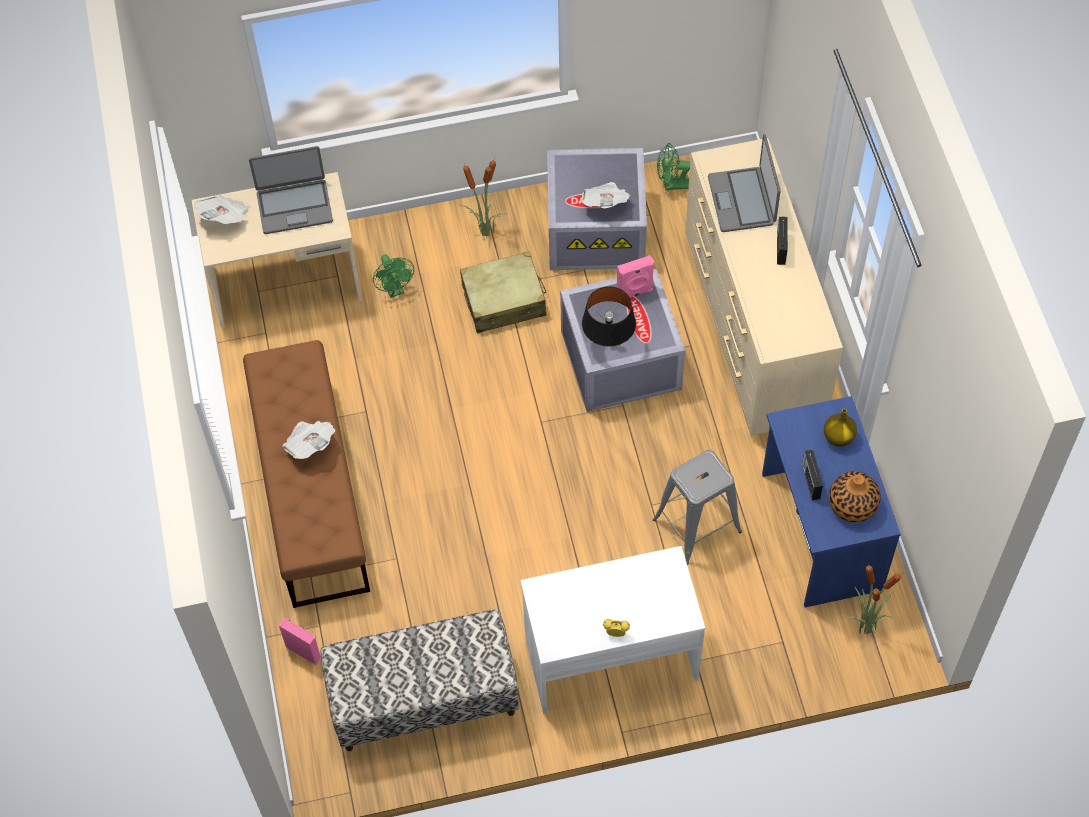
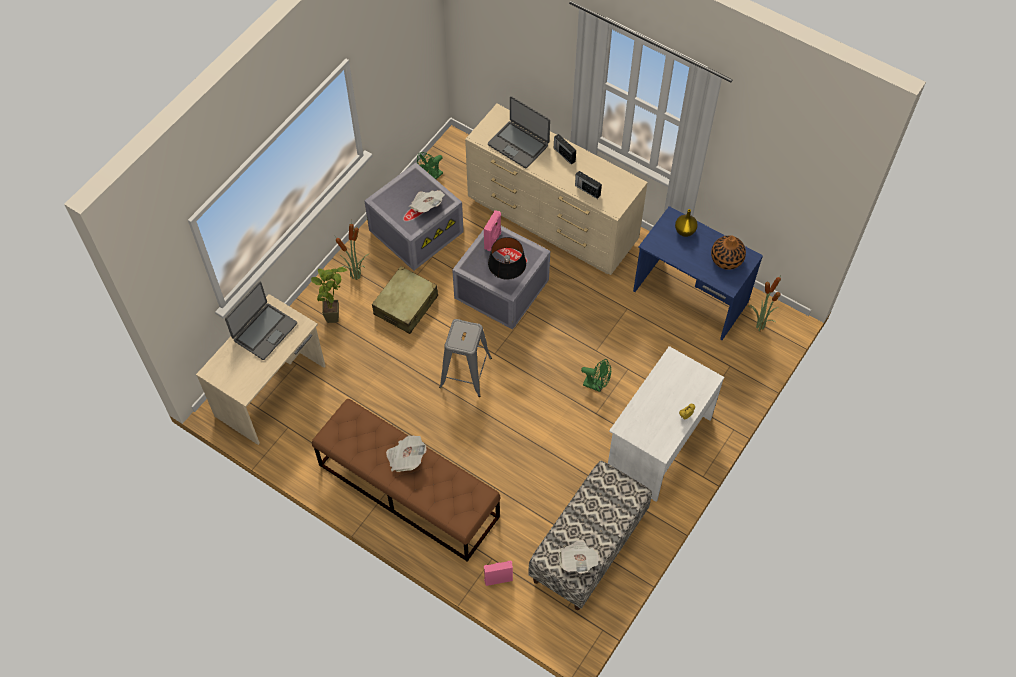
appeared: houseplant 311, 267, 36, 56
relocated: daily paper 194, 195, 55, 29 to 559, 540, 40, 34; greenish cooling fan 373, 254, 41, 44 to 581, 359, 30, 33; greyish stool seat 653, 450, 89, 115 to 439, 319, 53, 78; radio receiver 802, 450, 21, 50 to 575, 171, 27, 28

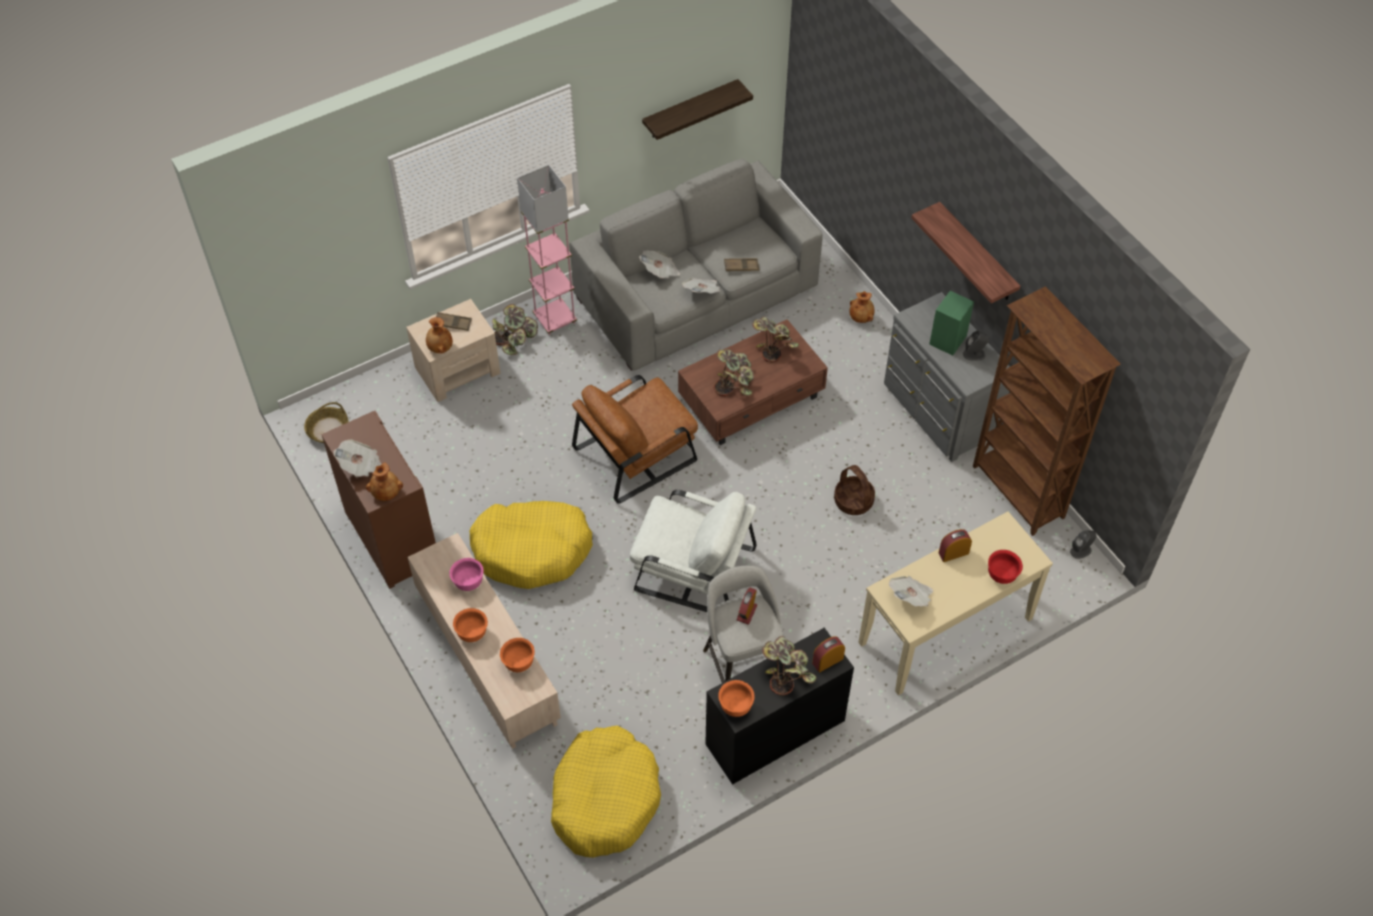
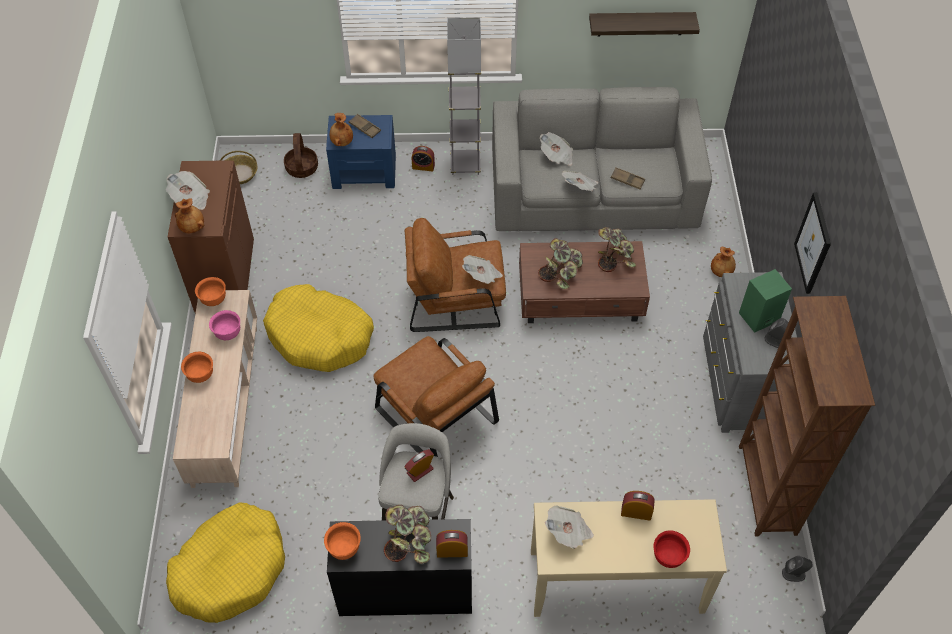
appeared: daily paper 462, 255, 41, 29
relocated: orange bowl 500, 638, 35, 34 to 195, 277, 31, 29; household basket 834, 465, 41, 50 to 284, 133, 34, 45
exchanged: houseplant 492, 304, 46, 51 to bedside clock 412, 146, 23, 26; bracket shelf 911, 202, 109, 101 to wall art 794, 192, 37, 102
colour: sand-coloured night table 406, 299, 94, 103 to blue-coloured night table 326, 115, 70, 74; pinkish standing lamp 517, 165, 60, 170 to greyish standing lamp 447, 17, 34, 158; whitish armchair 630, 490, 127, 122 to brown-coloured armchair 373, 336, 126, 121

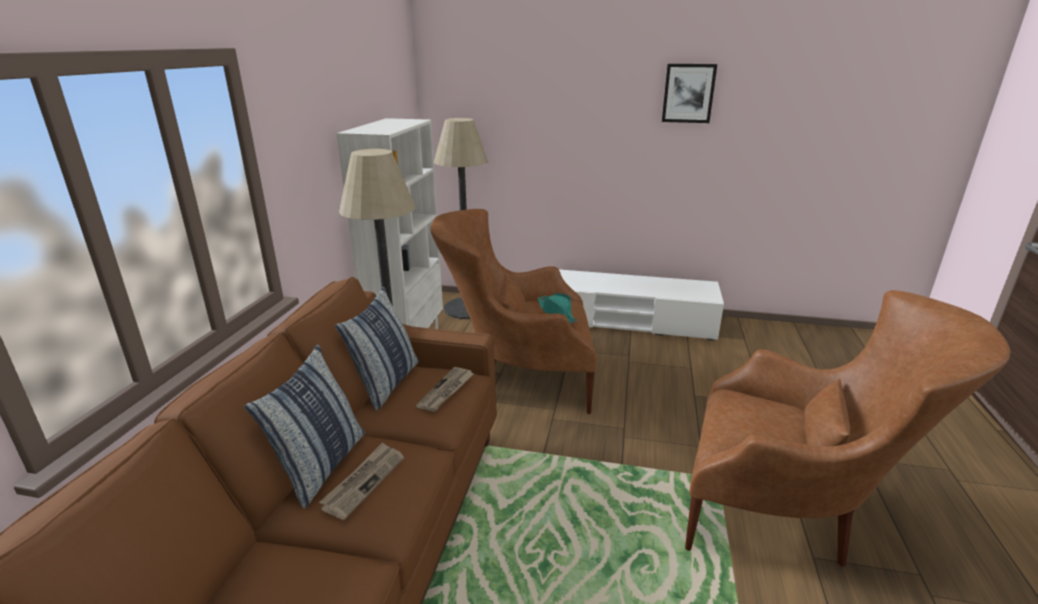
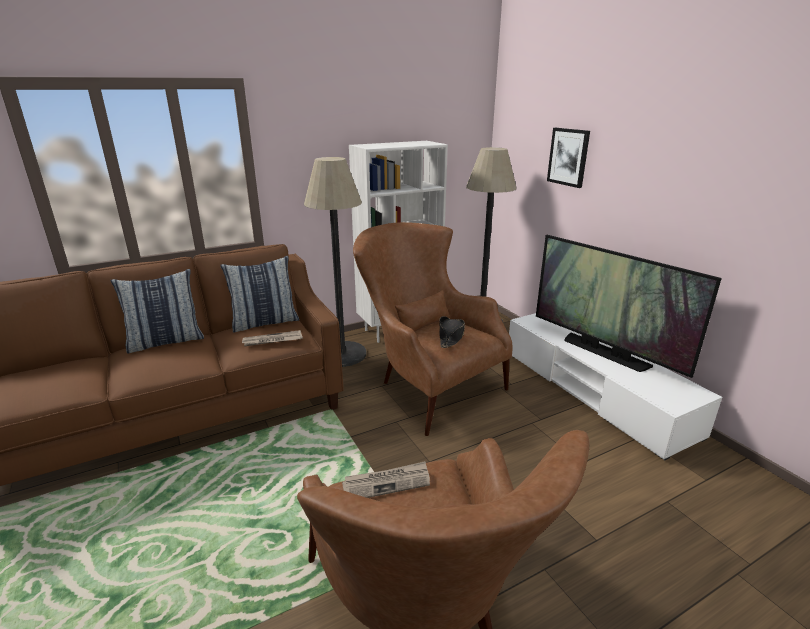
appeared: TV 536, 235, 186, 143
relocated: daily paper 319, 443, 85, 77 to 342, 461, 88, 37; wall art 662, 64, 55, 59 to 547, 128, 43, 60
colour: turquoise-coloured clothing hat 537, 293, 41, 30 to black-coloured clothing hat 439, 316, 26, 32

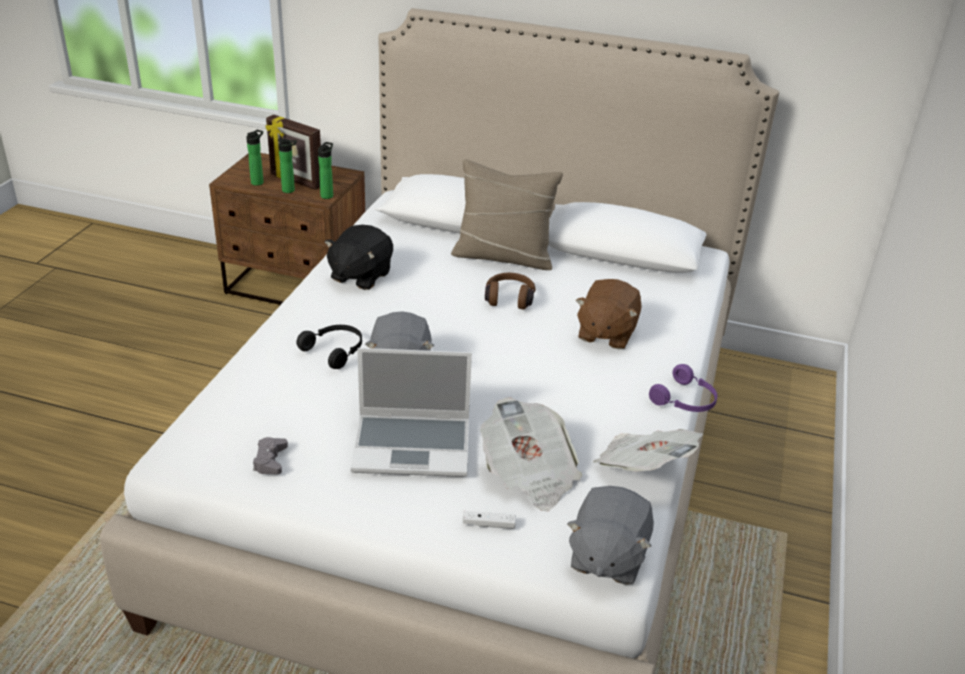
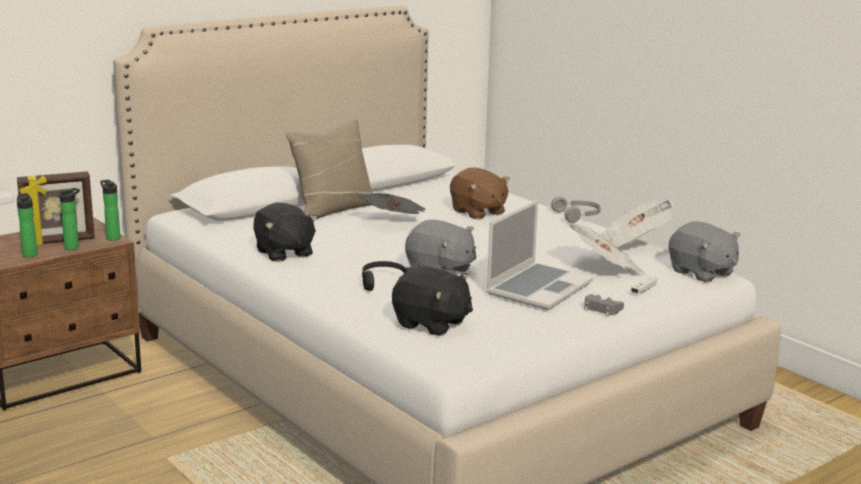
appeared: black-coloured soft toy 392, 266, 81, 70
relocated: greyish game controller 253, 437, 35, 37 to 584, 294, 40, 22
exchanged: brown-coloured headphones 485, 273, 51, 36 to daily paper 356, 193, 70, 21
colour: purplish headphones 649, 364, 68, 48 to greyish headphones 551, 196, 50, 27

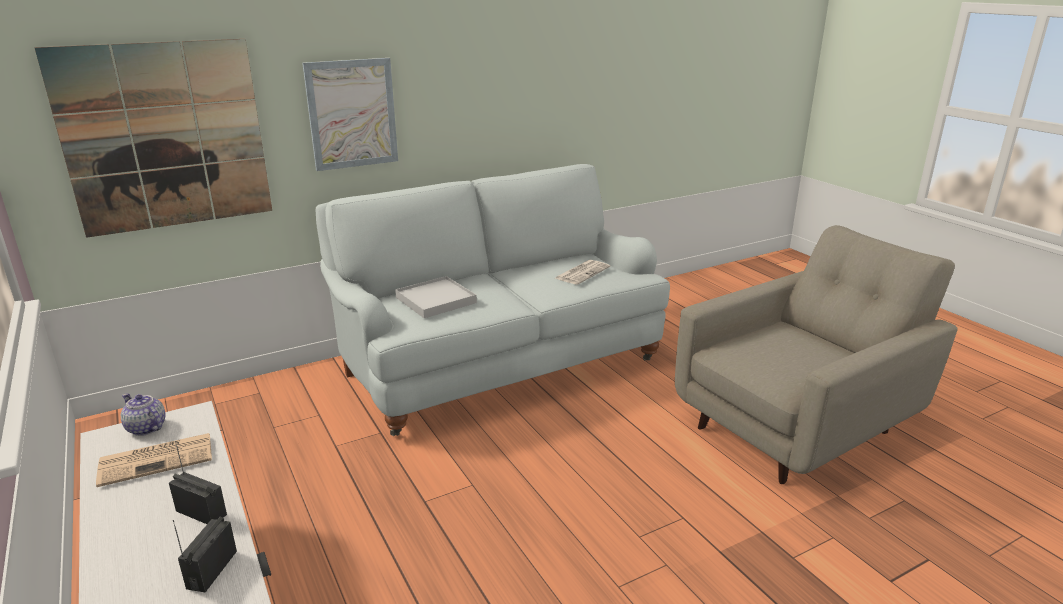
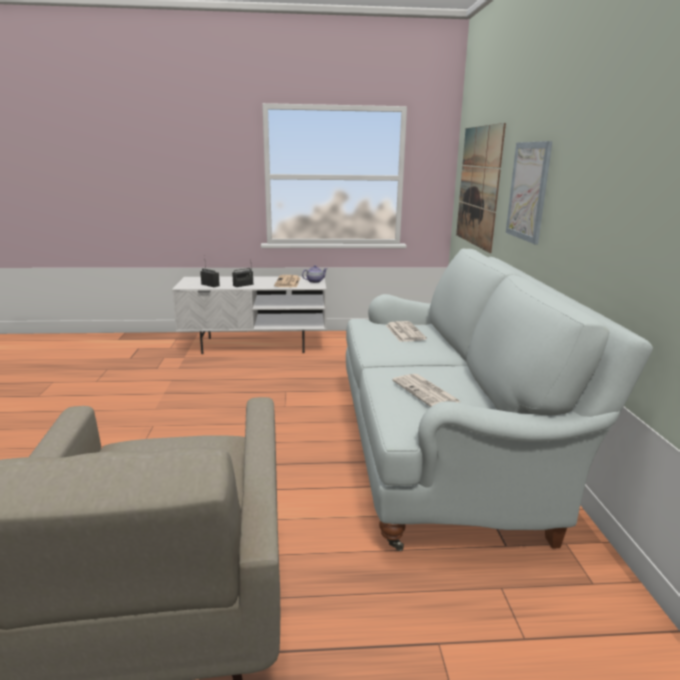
exchanged: whitish tray 395, 276, 82, 42 to daily paper 386, 321, 41, 21

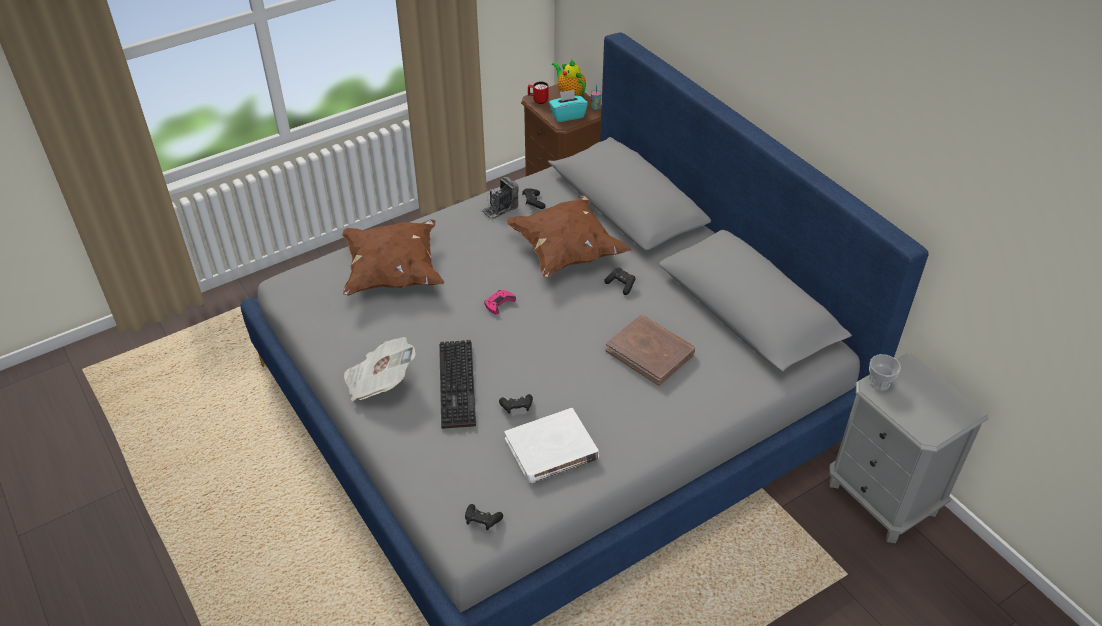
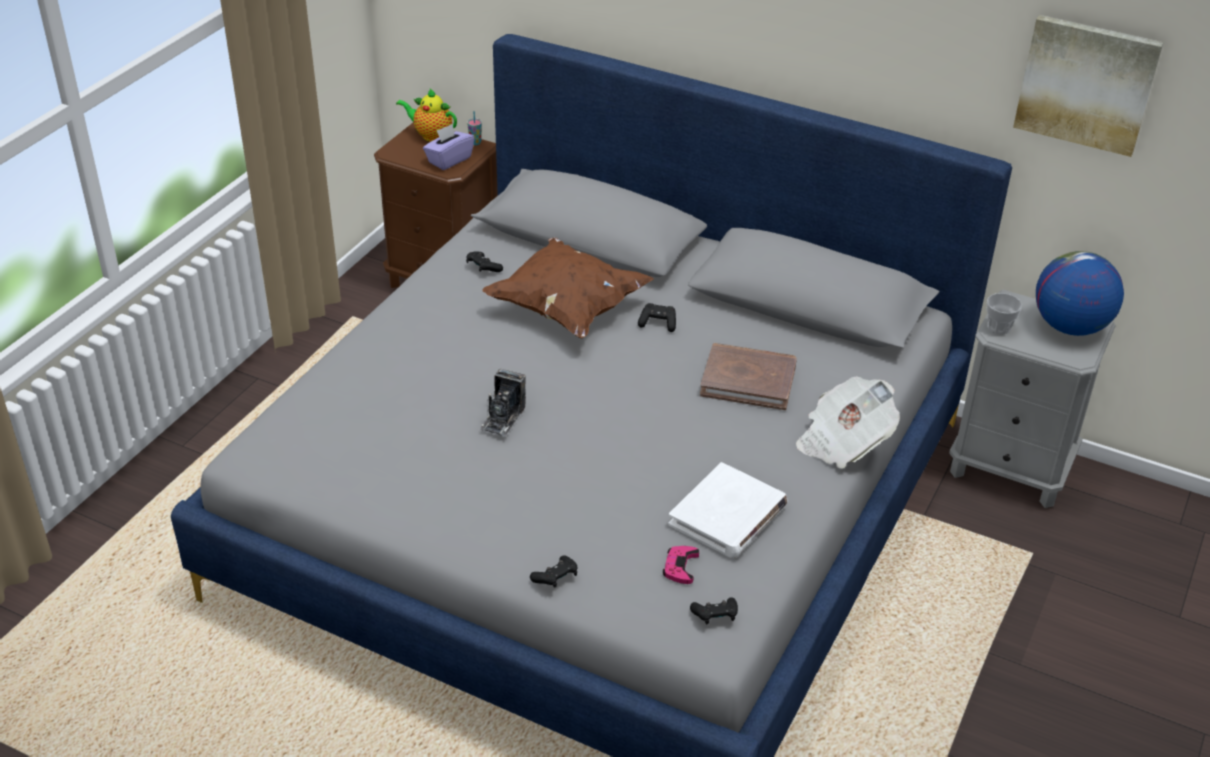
missing: brown-coloured cushion 342, 219, 102, 76; computer keyboard 439, 340, 37, 89; reddish mug 528, 82, 21, 22
appeared: wall art 1013, 15, 151, 142; globe 1036, 251, 88, 85
relocated: daily paper 344, 337, 71, 64 to 796, 376, 104, 93; still camera 481, 177, 38, 43 to 479, 369, 47, 67; pinkish game controller 484, 290, 32, 24 to 663, 546, 36, 38; black-coloured game controller 499, 394, 34, 20 to 530, 556, 47, 31
colour: turquoise-coloured tissue box 549, 90, 39, 32 to purplish tissue box 423, 124, 52, 46

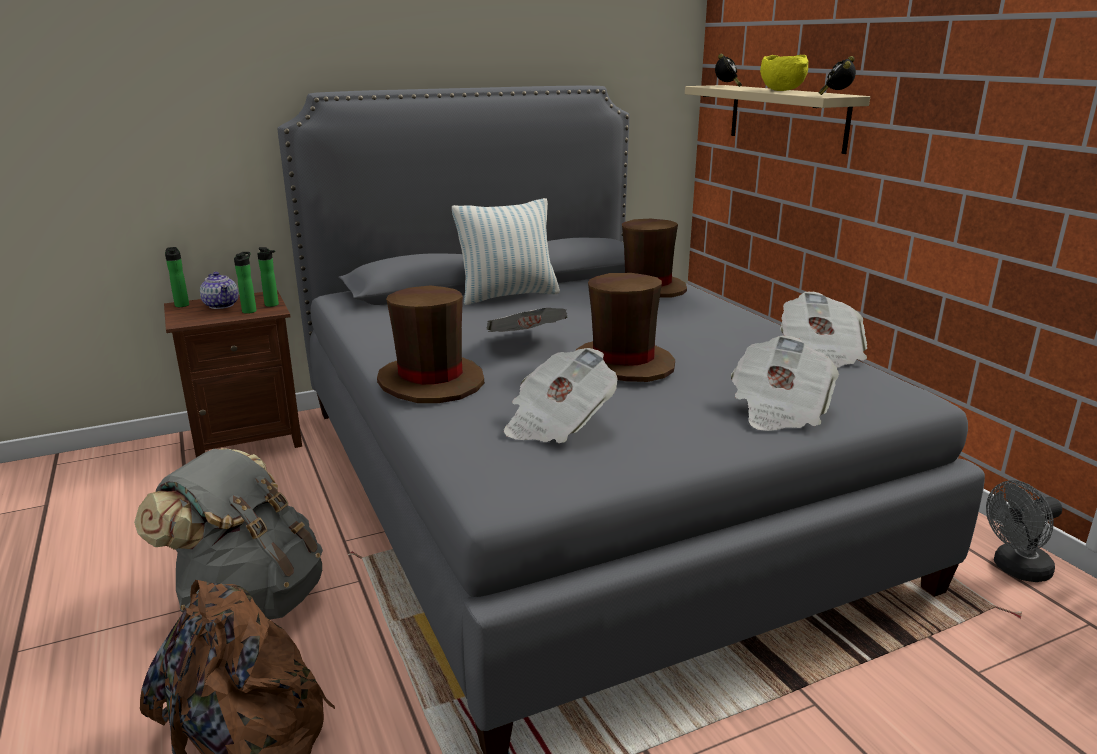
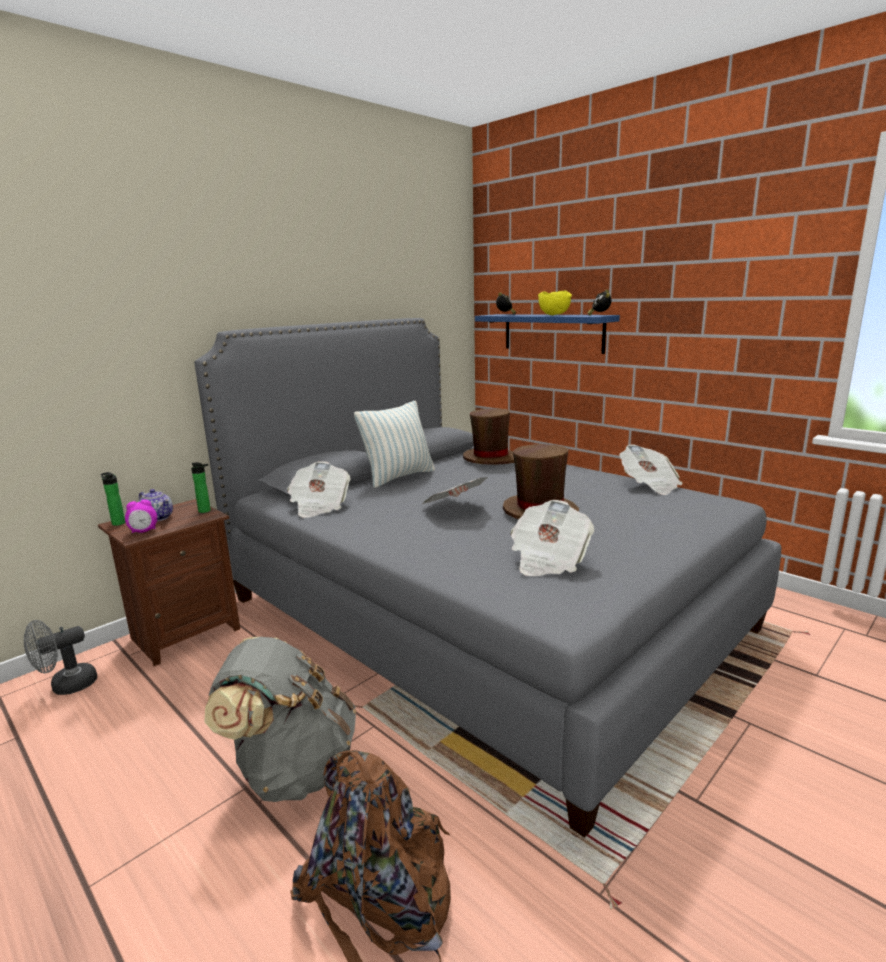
missing: drink bottle 234, 252, 23, 62; brown-coloured clothing hat 377, 285, 108, 118
appeared: bedside clock 125, 500, 32, 33
relocated: daily paper 731, 335, 108, 96 to 287, 461, 64, 57; greyish cooling fan 986, 480, 76, 102 to 24, 620, 73, 75
colour: sand-coloured bracket shelf 685, 85, 185, 69 to blue-coloured bracket shelf 475, 314, 145, 40

